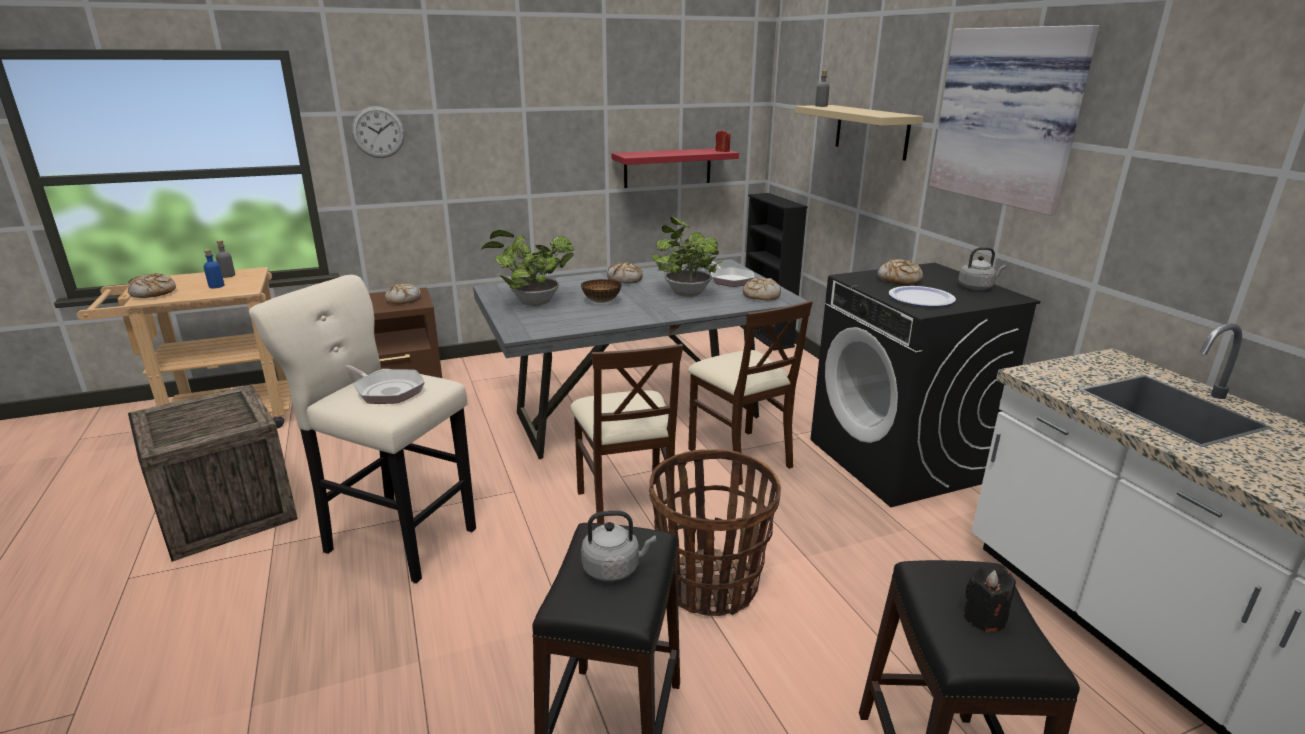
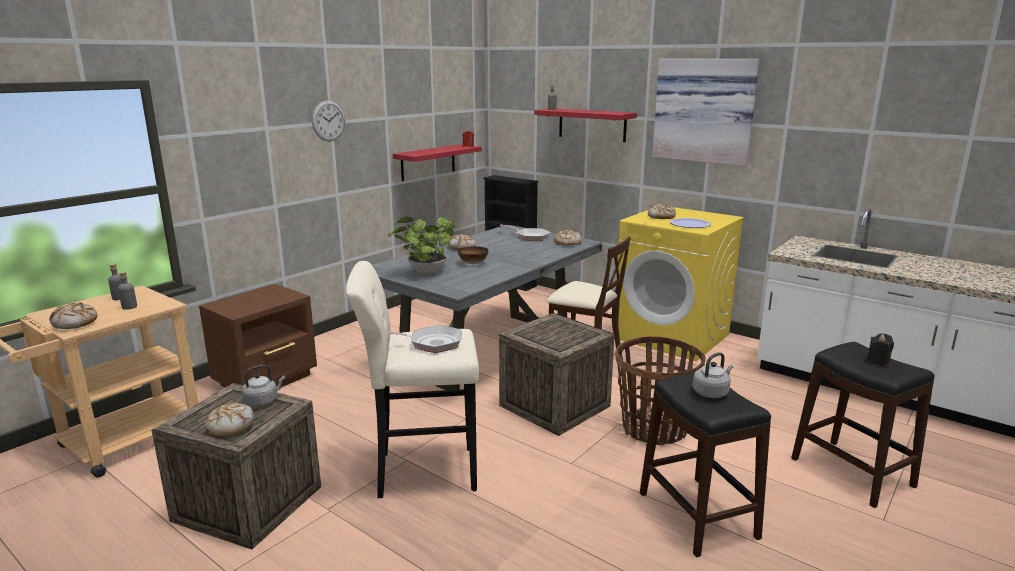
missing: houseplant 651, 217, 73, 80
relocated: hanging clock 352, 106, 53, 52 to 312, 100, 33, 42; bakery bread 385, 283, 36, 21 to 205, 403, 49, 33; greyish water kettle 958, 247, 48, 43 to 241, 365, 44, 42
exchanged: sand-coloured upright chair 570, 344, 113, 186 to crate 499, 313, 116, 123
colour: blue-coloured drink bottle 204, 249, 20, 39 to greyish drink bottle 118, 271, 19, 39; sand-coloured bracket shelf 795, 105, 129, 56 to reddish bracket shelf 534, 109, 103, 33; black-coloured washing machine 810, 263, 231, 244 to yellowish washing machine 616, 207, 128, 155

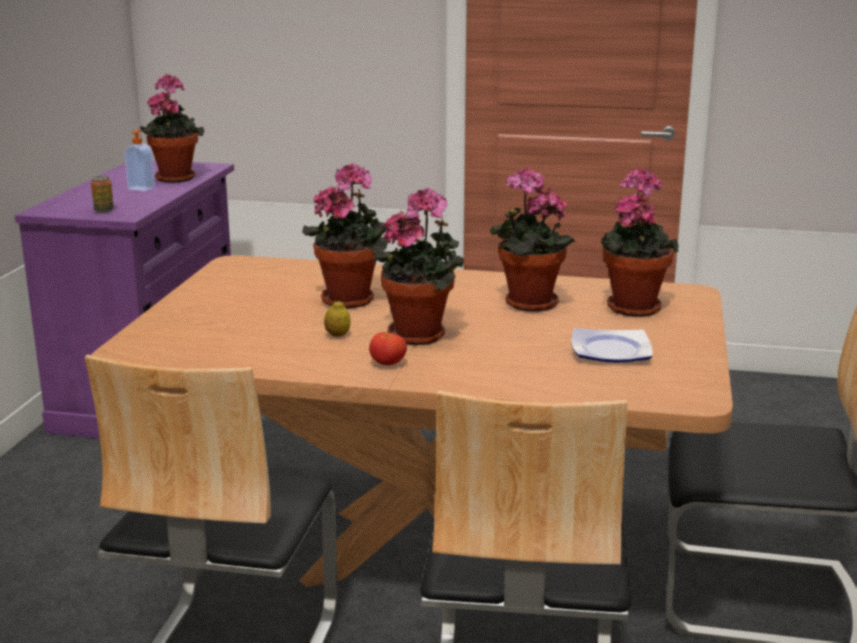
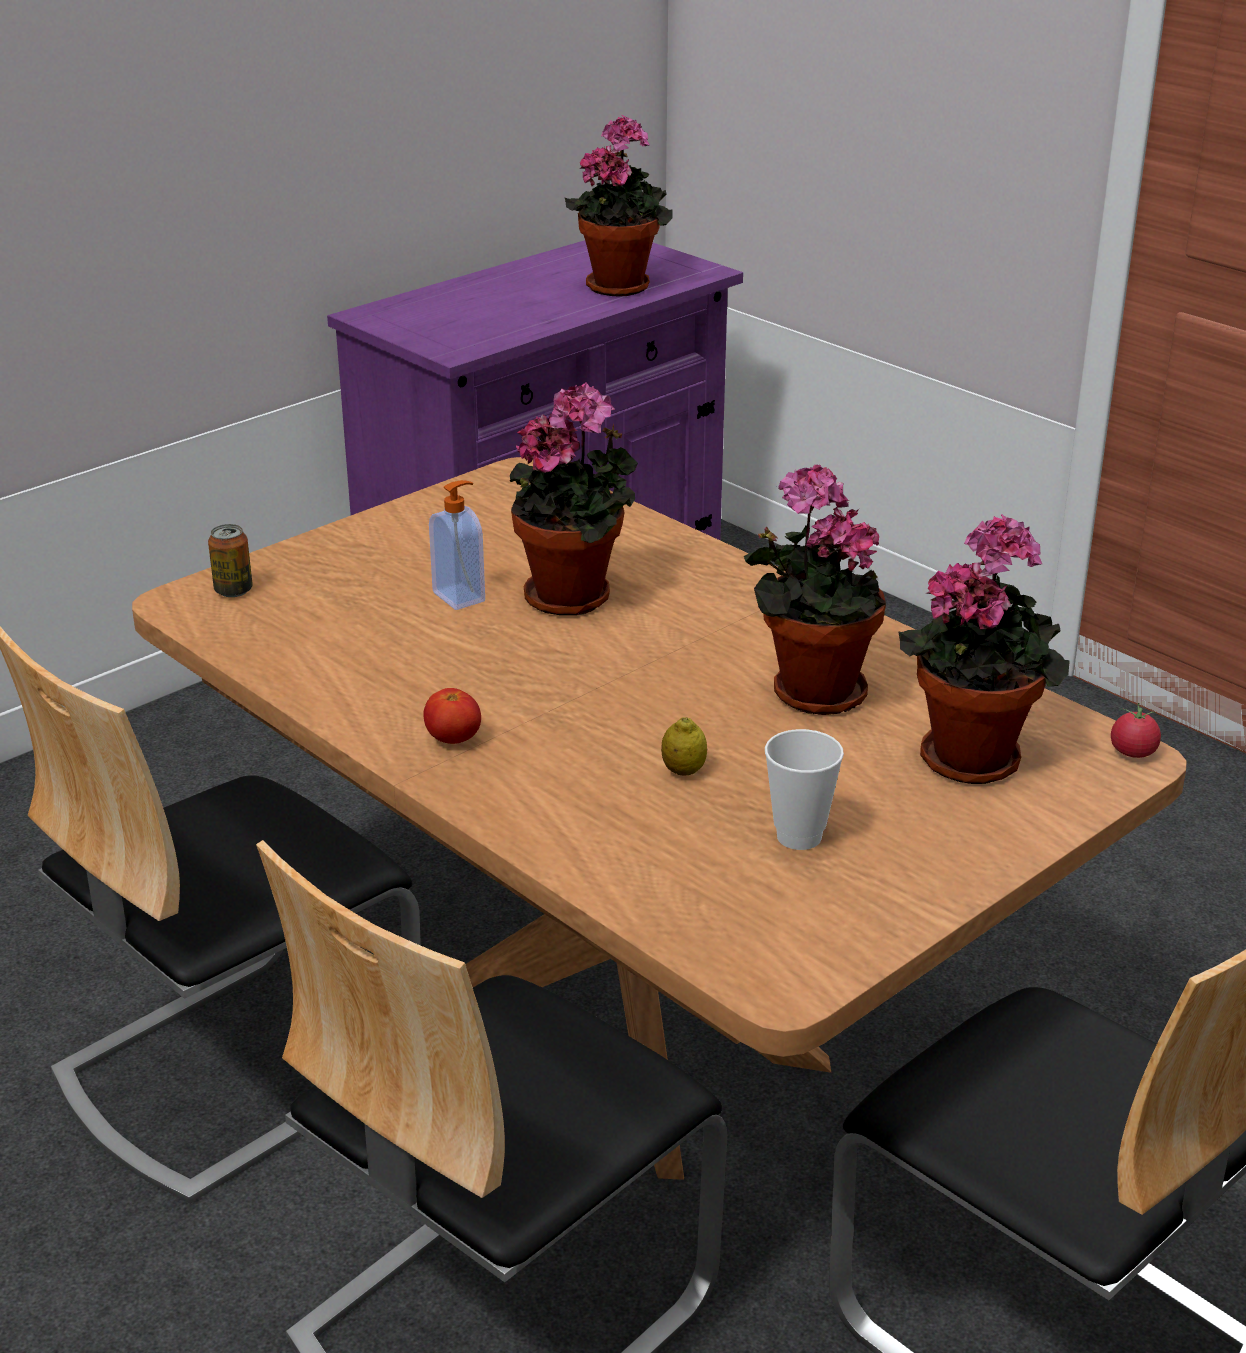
missing: houseplant 374, 187, 90, 158
appeared: whole tomato 1111, 703, 50, 55
relocated: metal can 91, 176, 23, 37 to 208, 524, 45, 73; soap bottle 124, 130, 31, 61 to 429, 480, 56, 130; whole lemon 324, 301, 27, 36 to 661, 717, 46, 58
exchanged: plate 571, 328, 82, 35 to drinking cup 765, 729, 79, 121

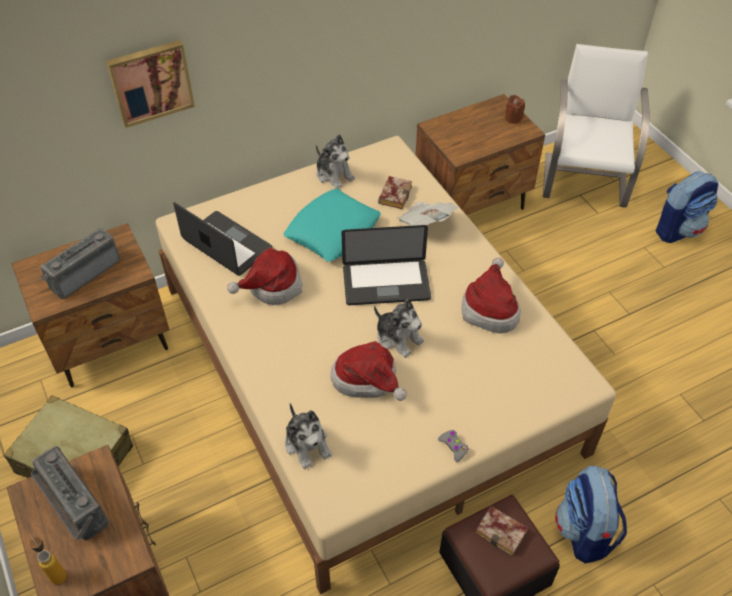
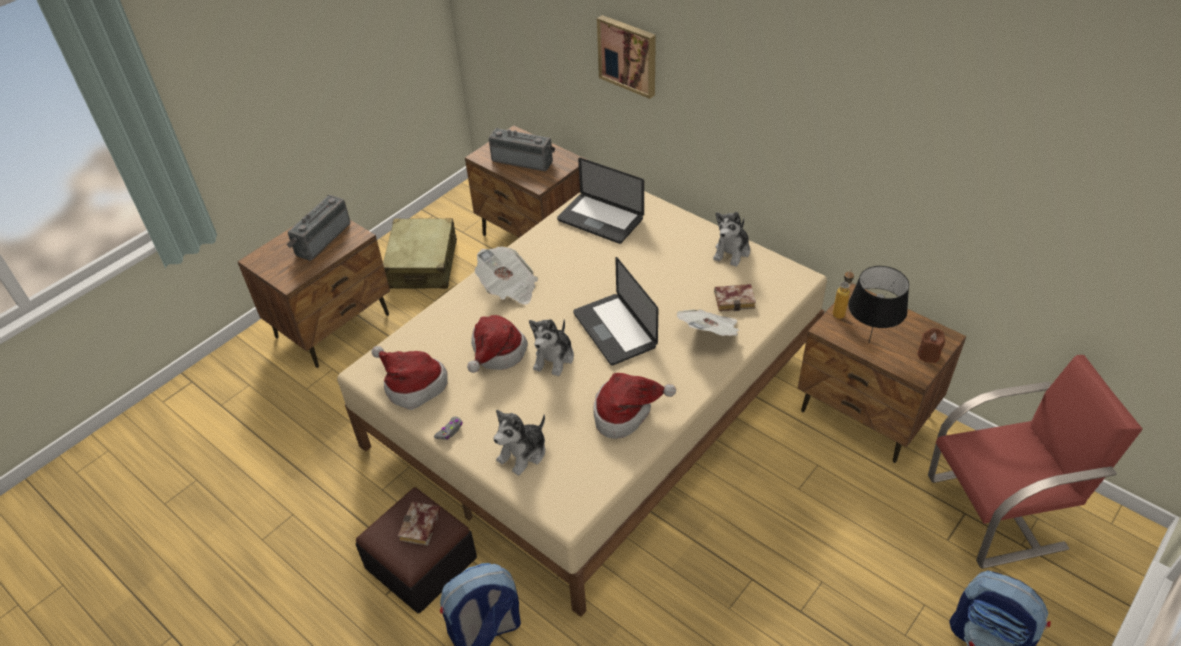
missing: turquoise-coloured cushion 283, 189, 98, 72
appeared: daily paper 475, 247, 63, 58; black-coloured table lamp 848, 266, 61, 78
relocated: drink bottle 29, 537, 38, 48 to 832, 269, 22, 50; clothing hat 227, 248, 76, 57 to 372, 346, 76, 64; soft toy 285, 403, 47, 66 to 493, 410, 52, 66
colour: whitish upright chair 543, 44, 107, 164 to reddish upright chair 928, 355, 215, 214
spun: portable computer 173, 202, 99, 74 = 557, 158, 87, 86 105 degrees clockwise

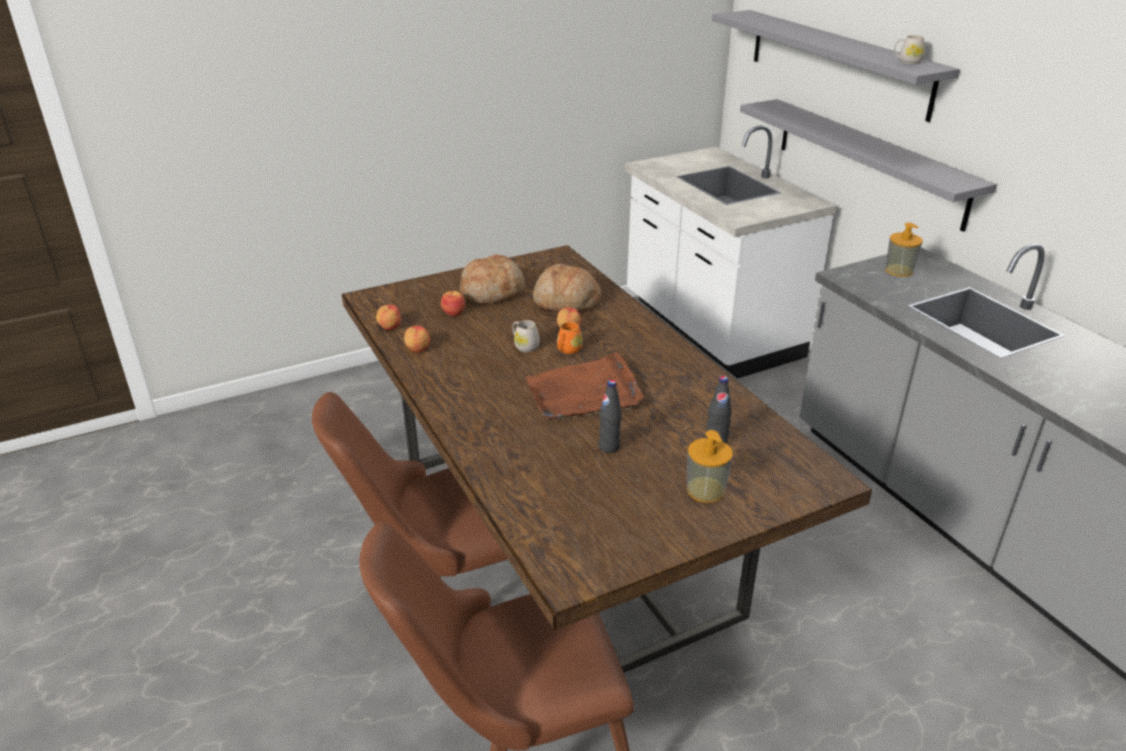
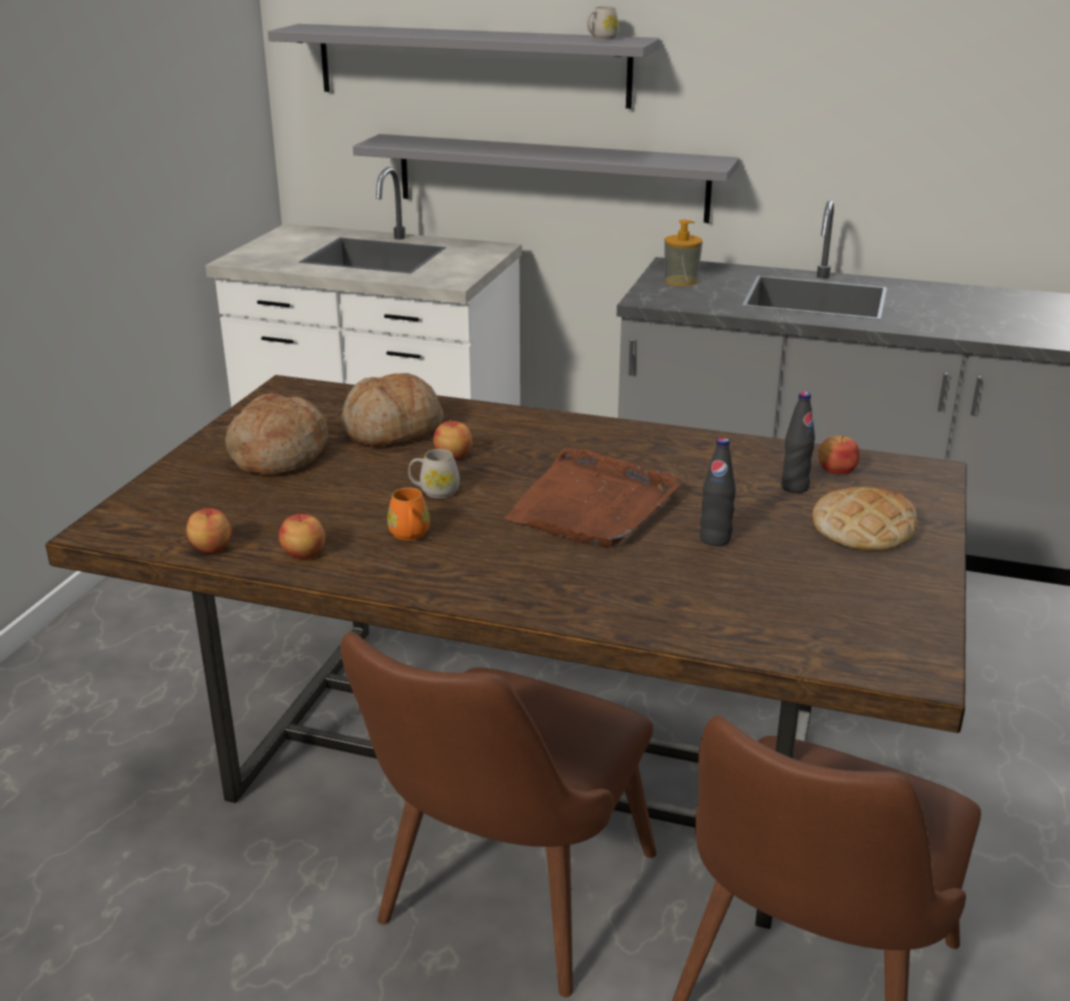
relocated: apple fruit 441, 291, 24, 25 to 818, 435, 42, 39; orange mug 557, 322, 26, 32 to 387, 488, 43, 53
exchanged: soap bottle 687, 430, 46, 73 to bakery bread 812, 486, 105, 65

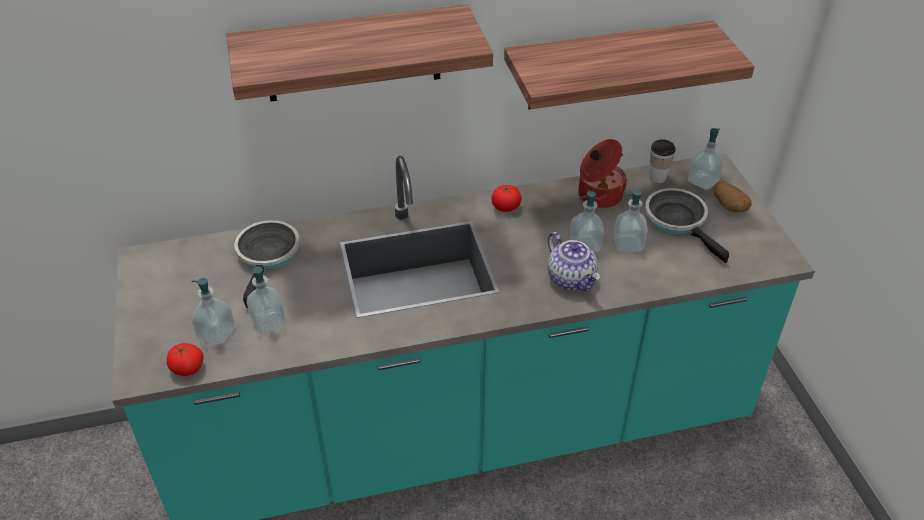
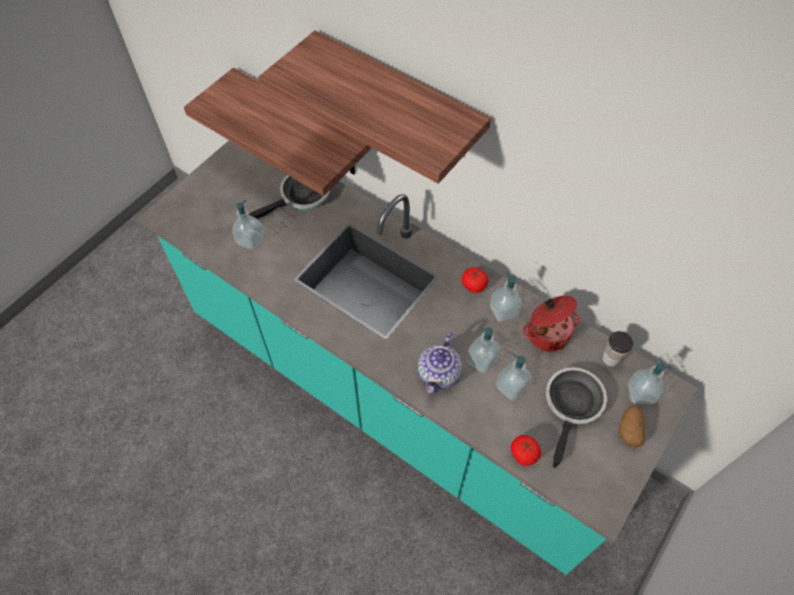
relocated: whole tomato 167, 343, 37, 33 to 511, 435, 30, 31; soap bottle 191, 278, 44, 67 to 490, 273, 32, 49; bracket shelf 504, 21, 250, 88 to 184, 67, 187, 129

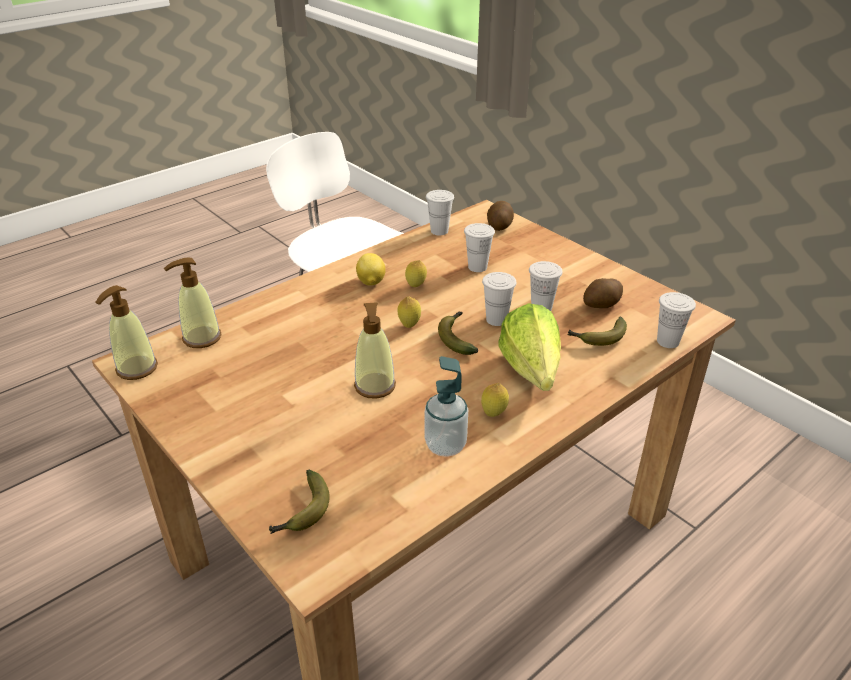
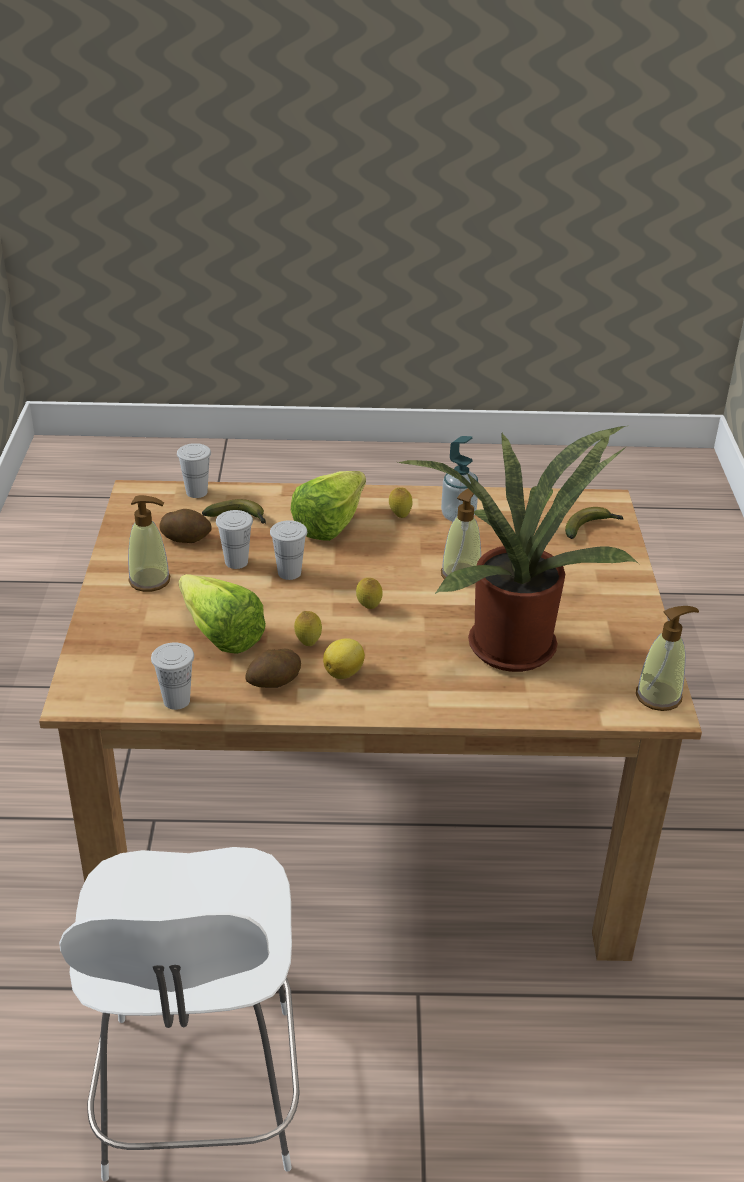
missing: banana fruit 438, 312, 40, 43
appeared: houseplant 398, 426, 241, 246
relocated: soap bottle 164, 257, 57, 91 to 128, 495, 42, 97; spud 487, 201, 27, 30 to 245, 649, 56, 39
exchanged: whitish drinking cup 464, 223, 31, 49 to lettuce head 179, 574, 87, 80

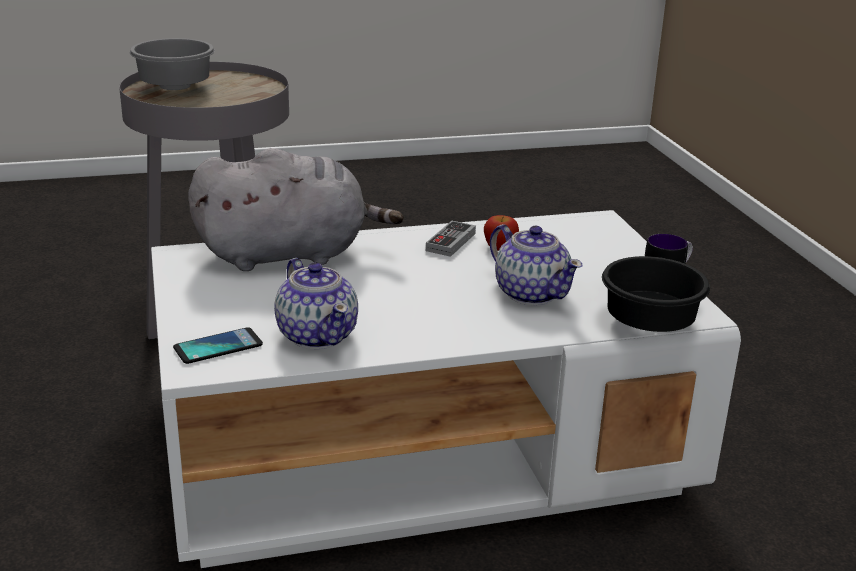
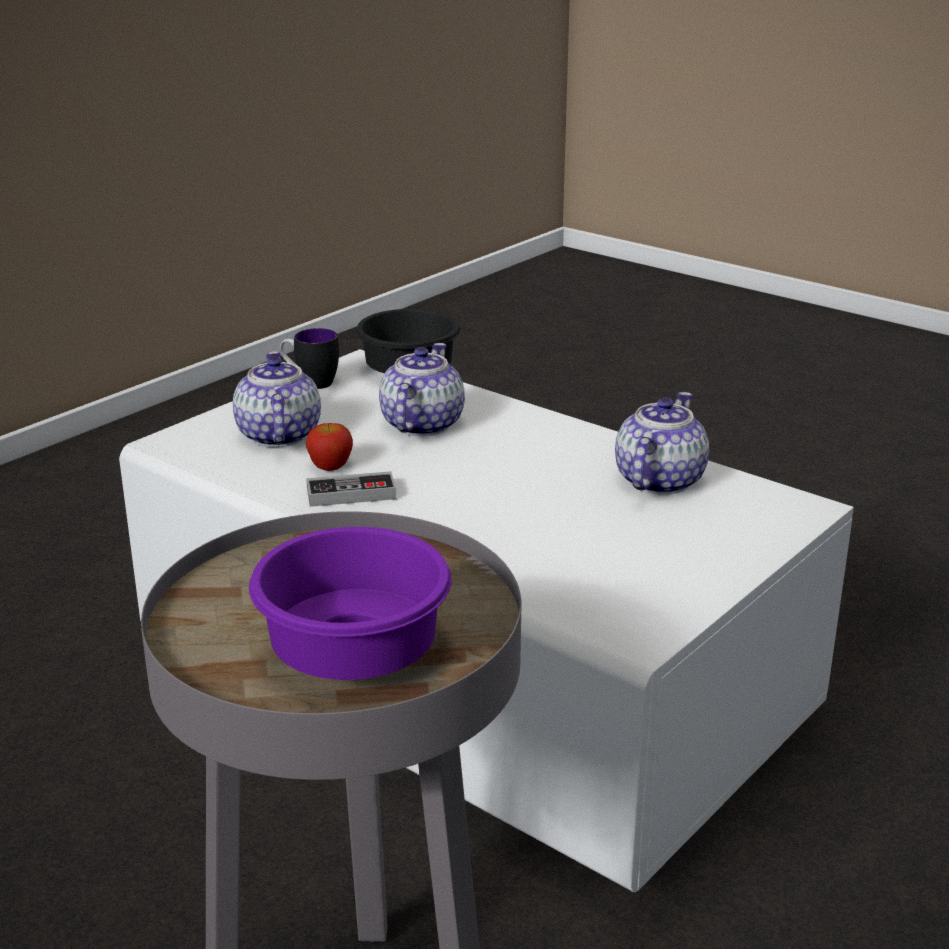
missing: handset 173, 327, 90, 37; greyish soft toy 188, 148, 216, 123
appeared: teapot 233, 351, 88, 96
colour: greyish bowl 130, 38, 85, 52 to purplish bowl 249, 527, 203, 153

